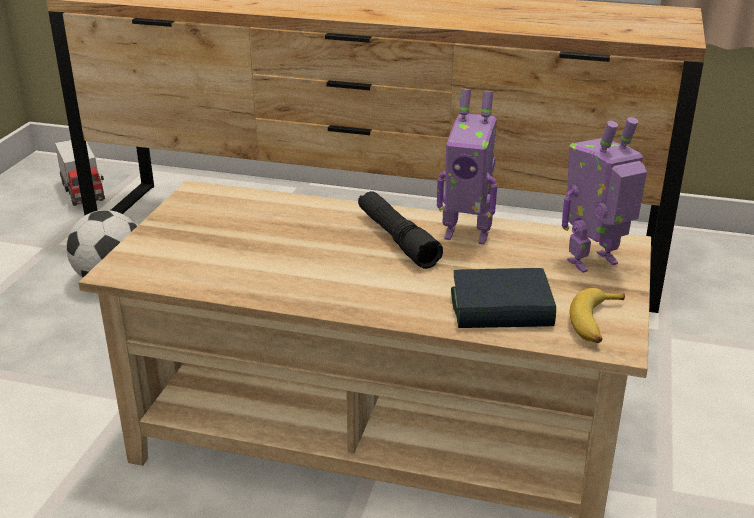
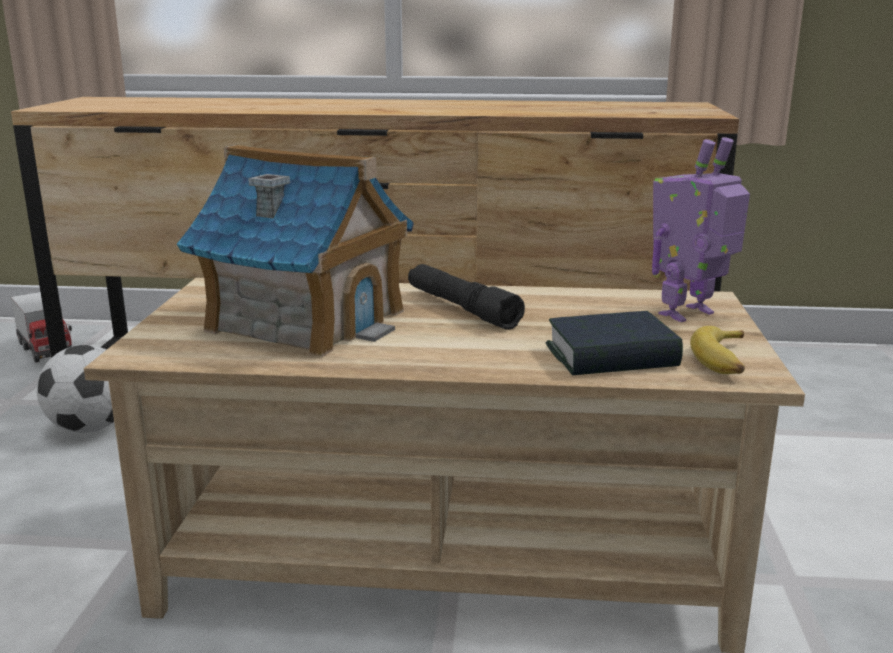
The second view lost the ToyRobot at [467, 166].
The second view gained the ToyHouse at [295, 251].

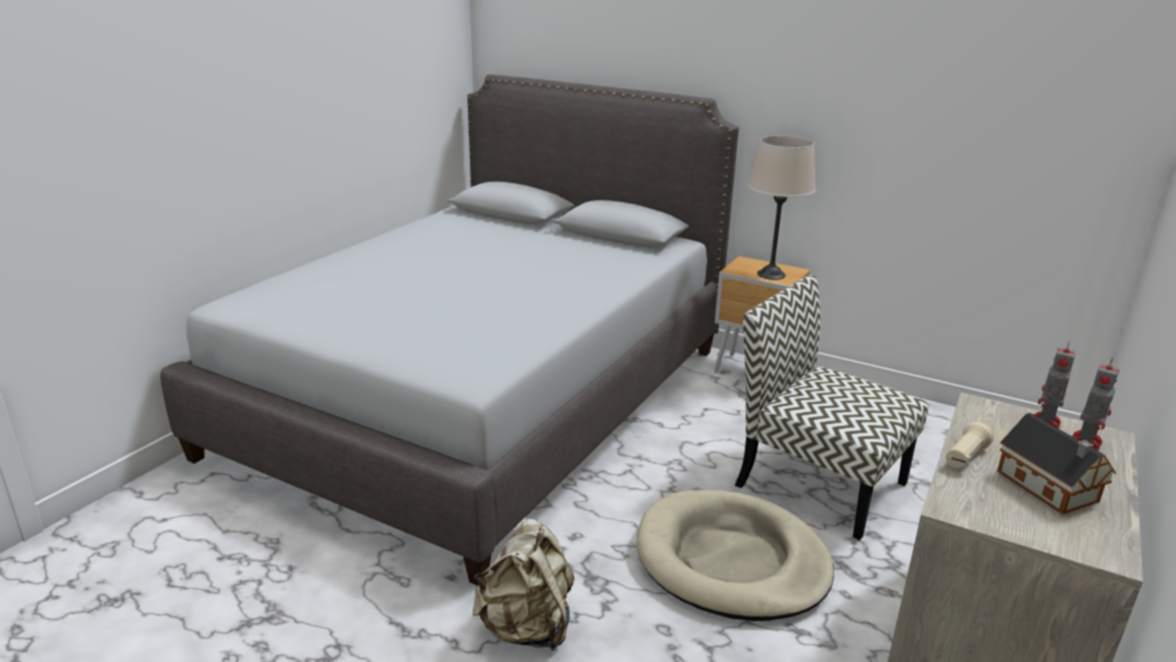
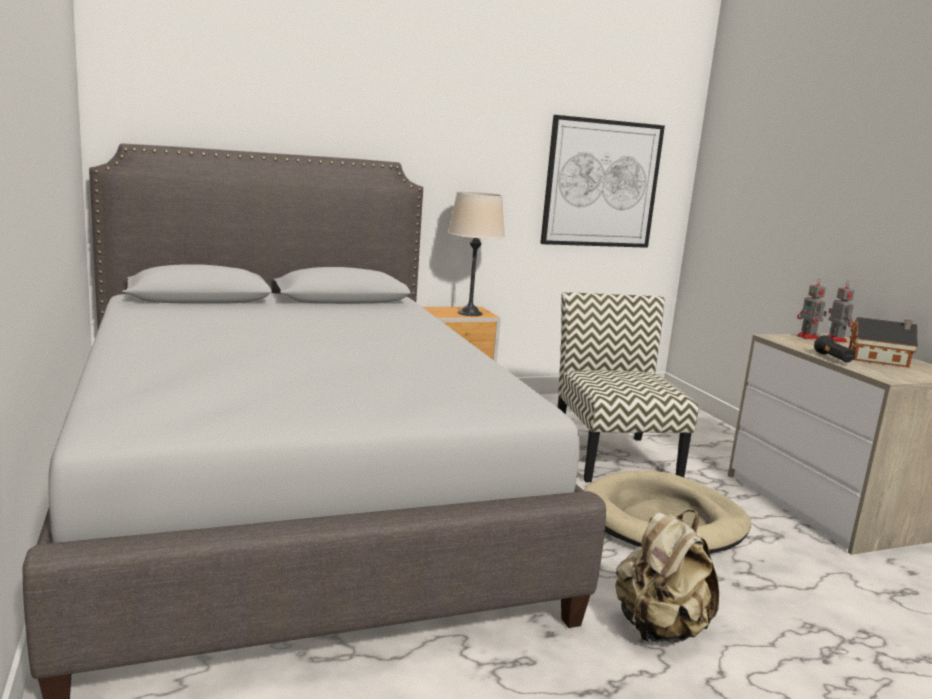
The Chair at [831, 407] ended up facing another way, 90 degrees clockwise from before.
What was the BeigeFlashlight at [970, 445] turned into the BlackFlashlight at [835, 348].
The second view gained the Picture at [602, 181].

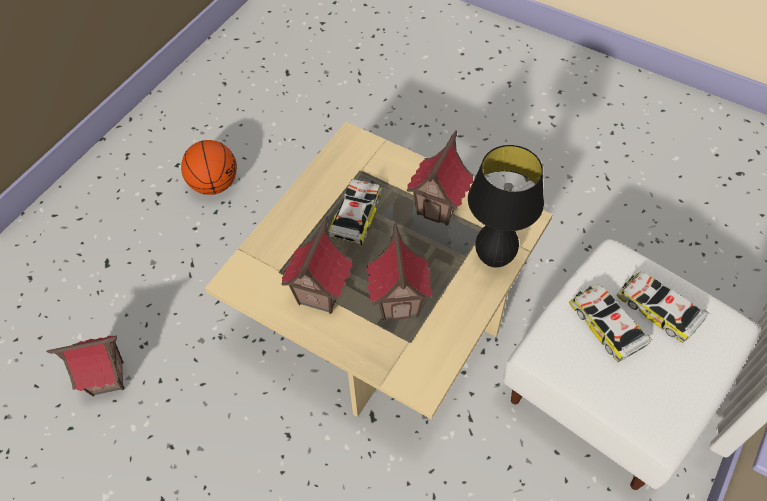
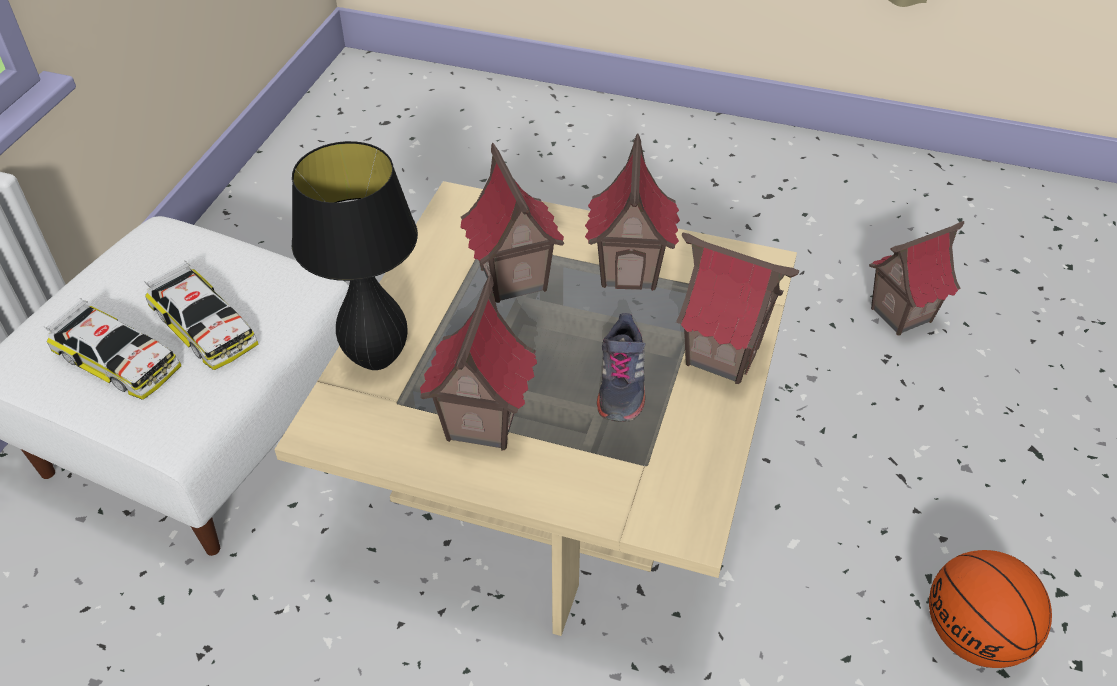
Where the ToyCar stood at [355, 211], the GreyShoe came to stand at [621, 367].
The second view gained the ToyHouse at [737, 308].

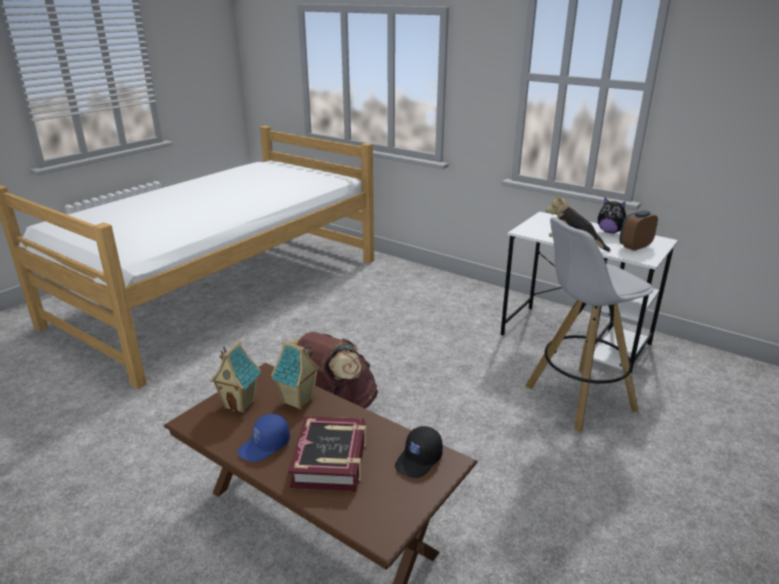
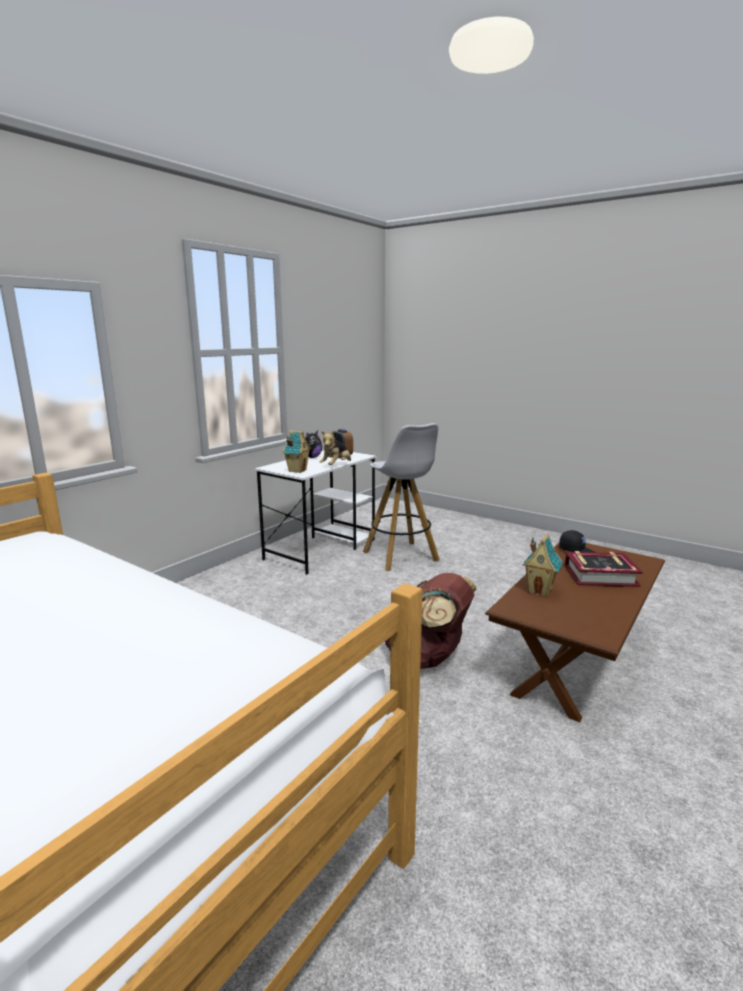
The ToyHouse ended up elsewhere, having gone from [235, 377] to [296, 451].
The second view lost the BlueCap at [264, 438].

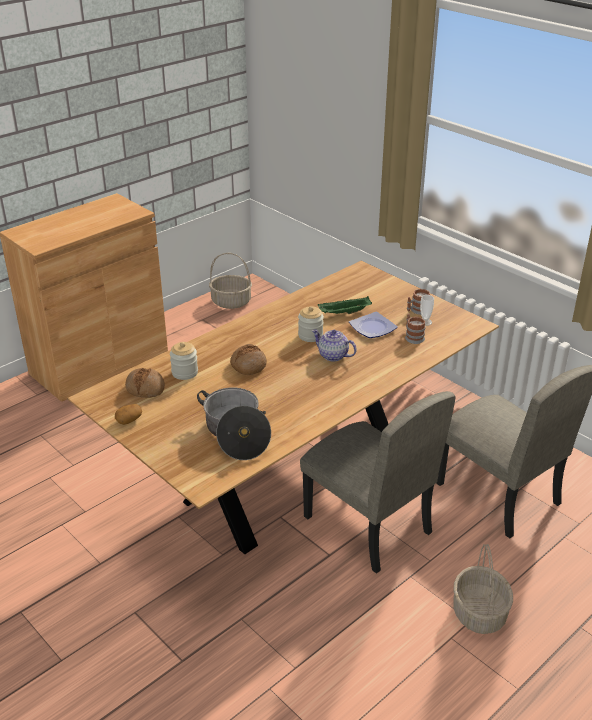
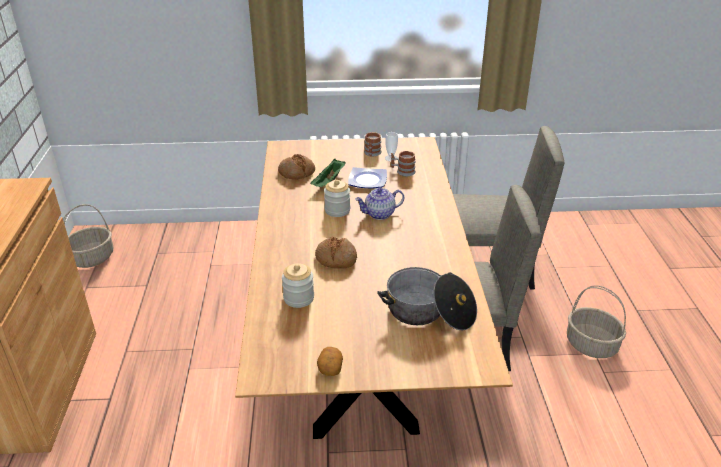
The Bread ended up elsewhere, having gone from [145, 383] to [296, 167].

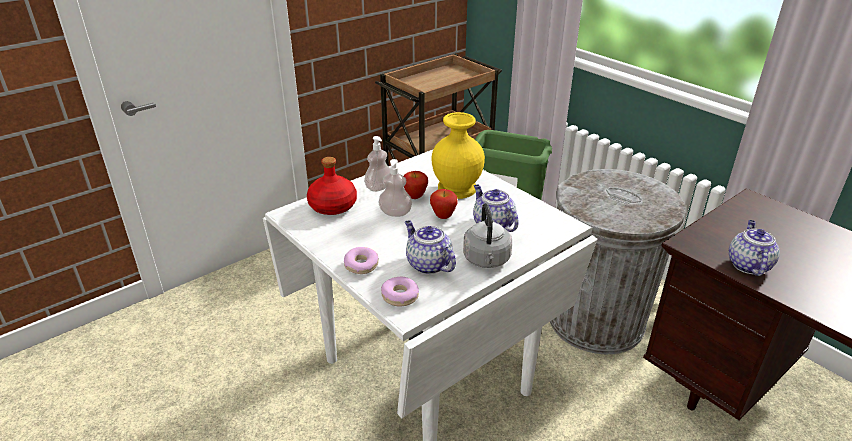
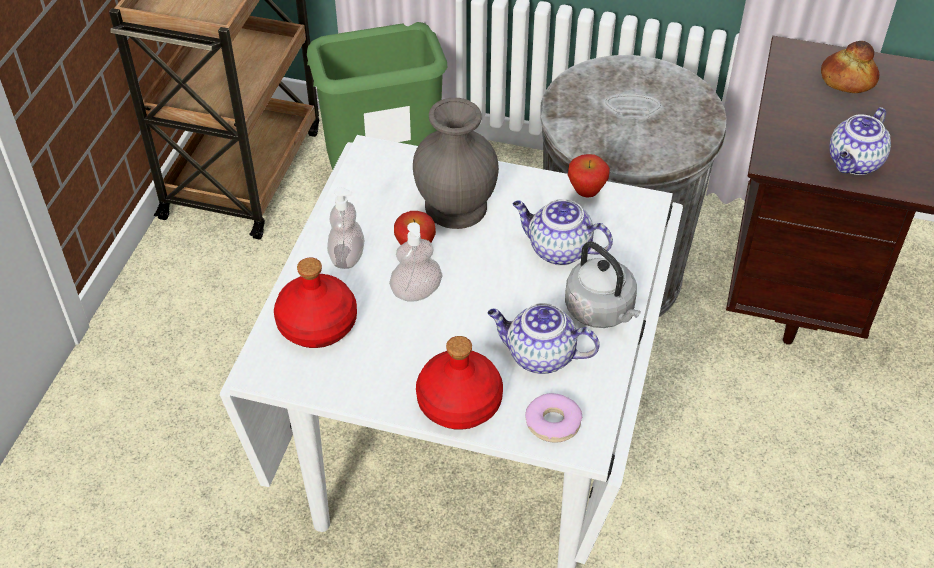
Where the Donut stood at [361, 260], the RedBottle came to stand at [459, 383].
The Apple ended up elsewhere, having gone from [443, 204] to [589, 176].
What was the YellowVase at [458, 155] turned into the GreyVase at [456, 163].
The Teapot at [754, 248] ended up facing another way, 120 degrees counterclockwise from before.
The second view gained the Bread at [850, 67].

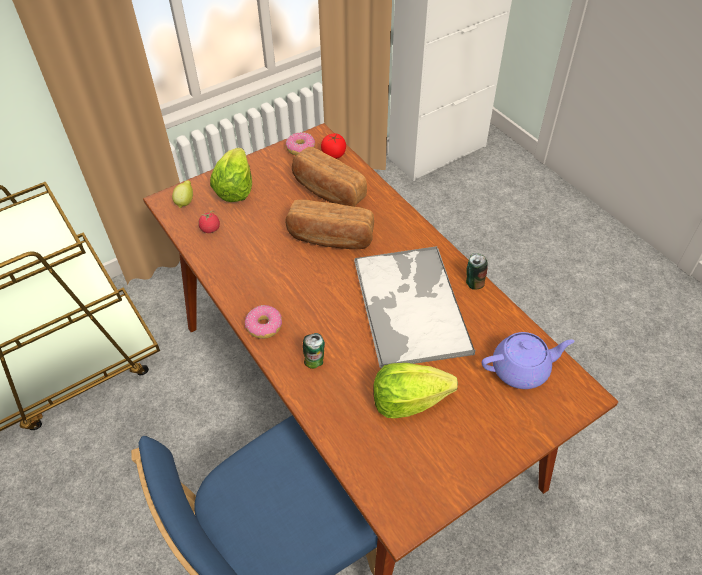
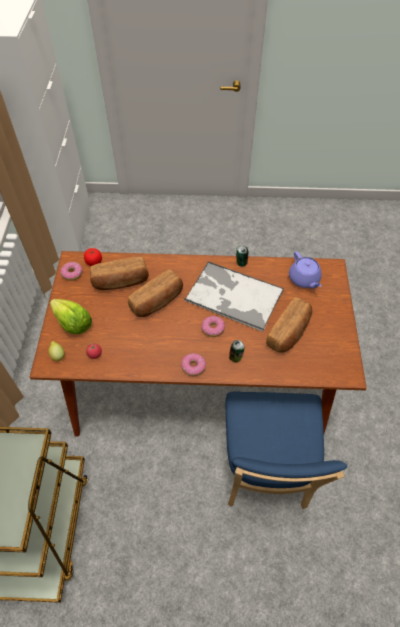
Where the Lettuce stood at [415, 390], the Bread came to stand at [289, 325].
The PurpleTeapot at [528, 360] ended up facing another way, 135 degrees clockwise from before.
The second view gained the Donut at [213, 326].

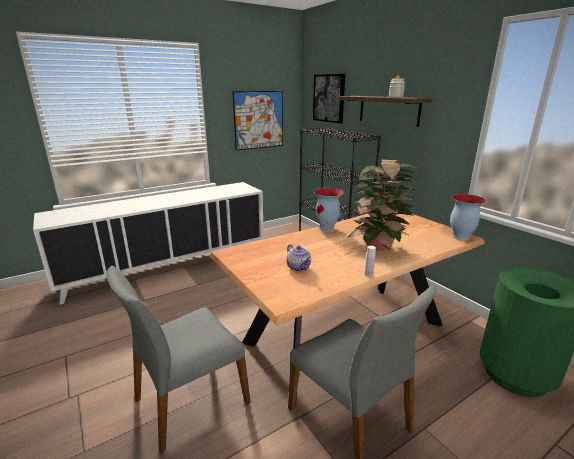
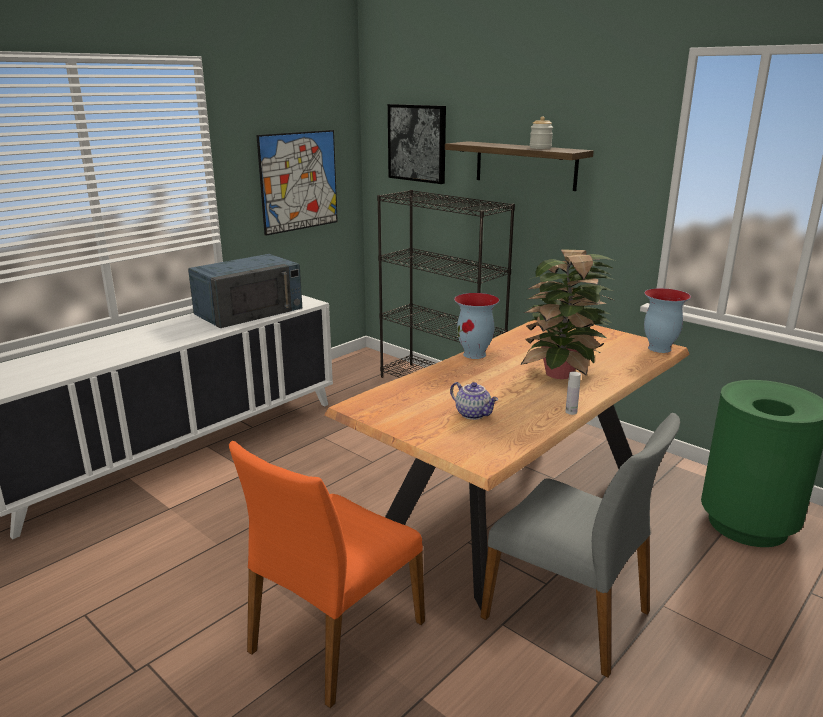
What was the GreyChair at [178, 359] turned into the OrangeChair at [327, 574].
The second view gained the BlueMicrowave at [245, 291].

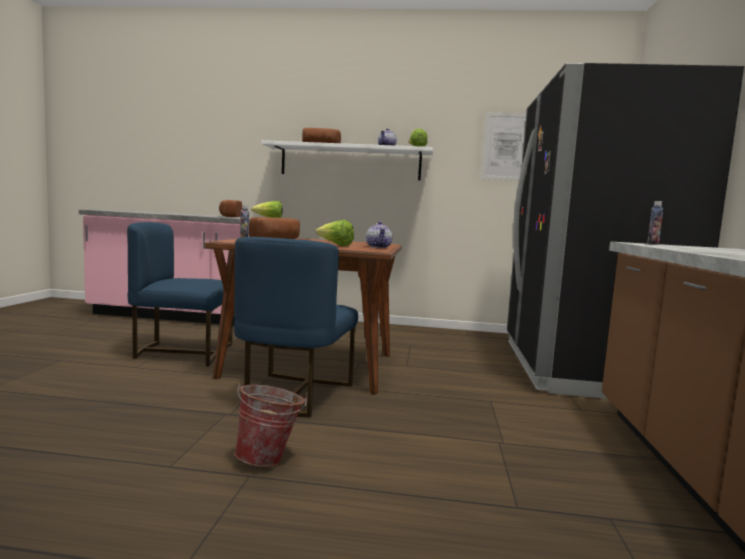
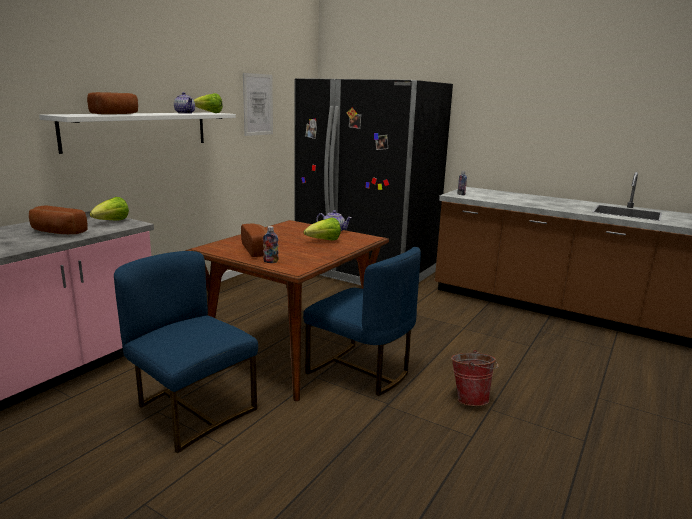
The BlueChair at [180, 294] ended up facing another way, 105 degrees clockwise from before.

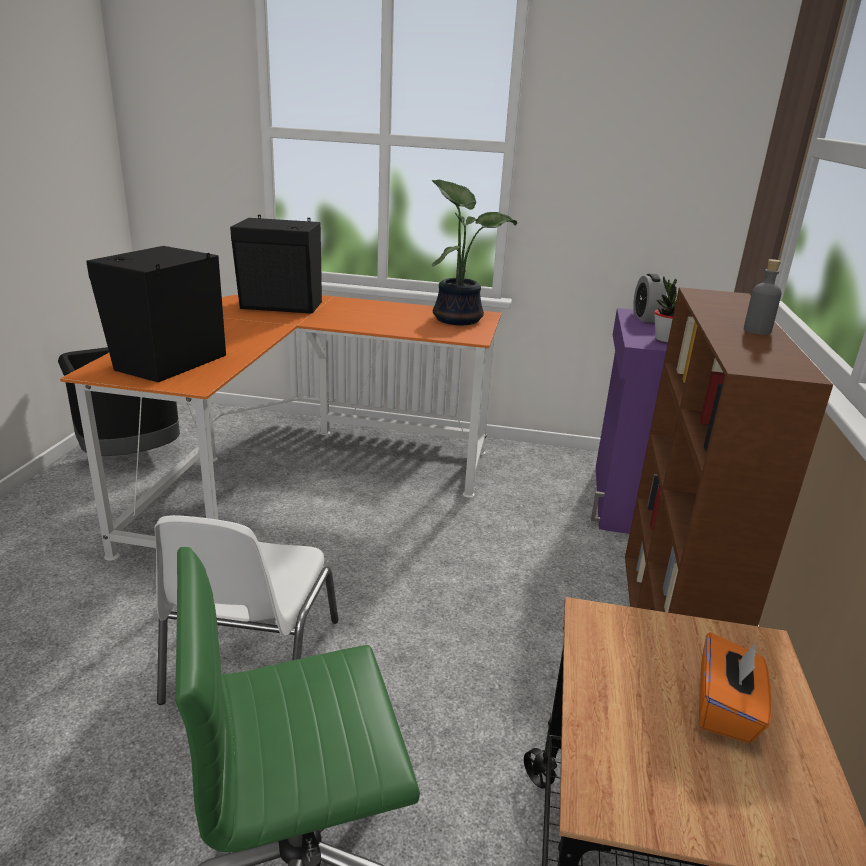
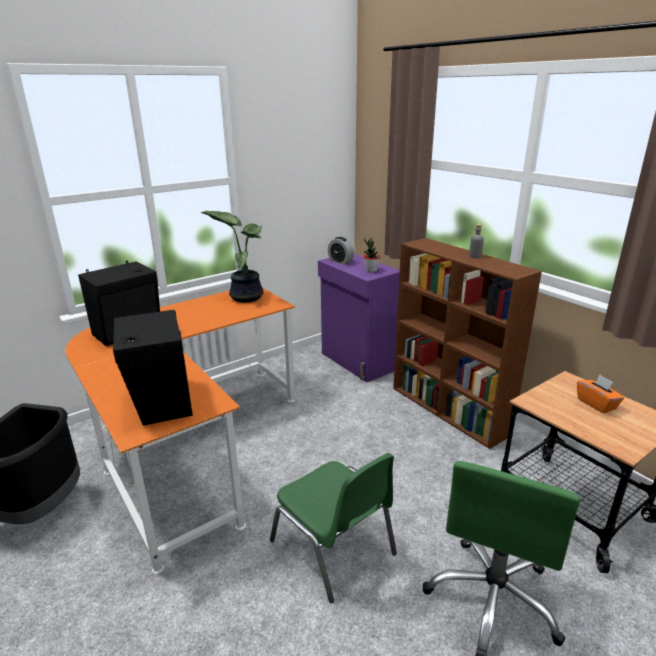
What was the WhiteChair at [246, 610] turned into the GreenChair at [333, 528].

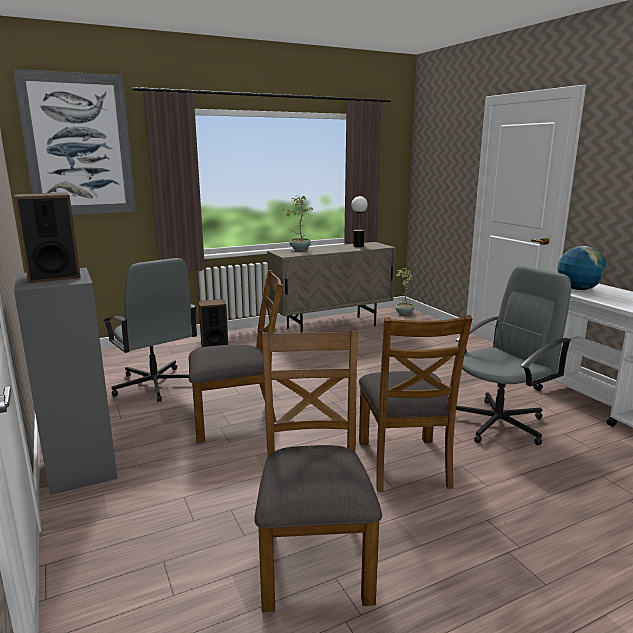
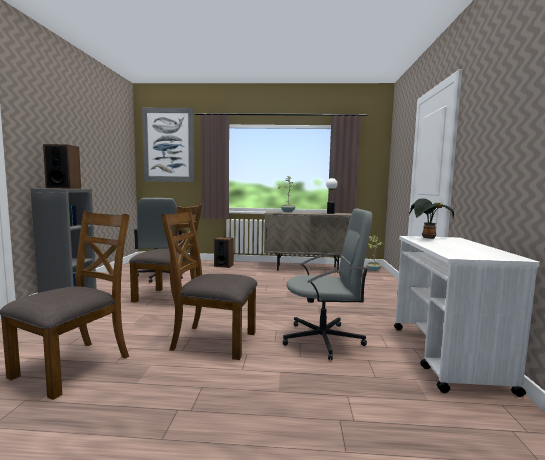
The BrownChair at [415, 403] ended up facing another way, 75 degrees clockwise from before.
Where the Globe stood at [582, 268], the PottedPlant came to stand at [431, 218].

